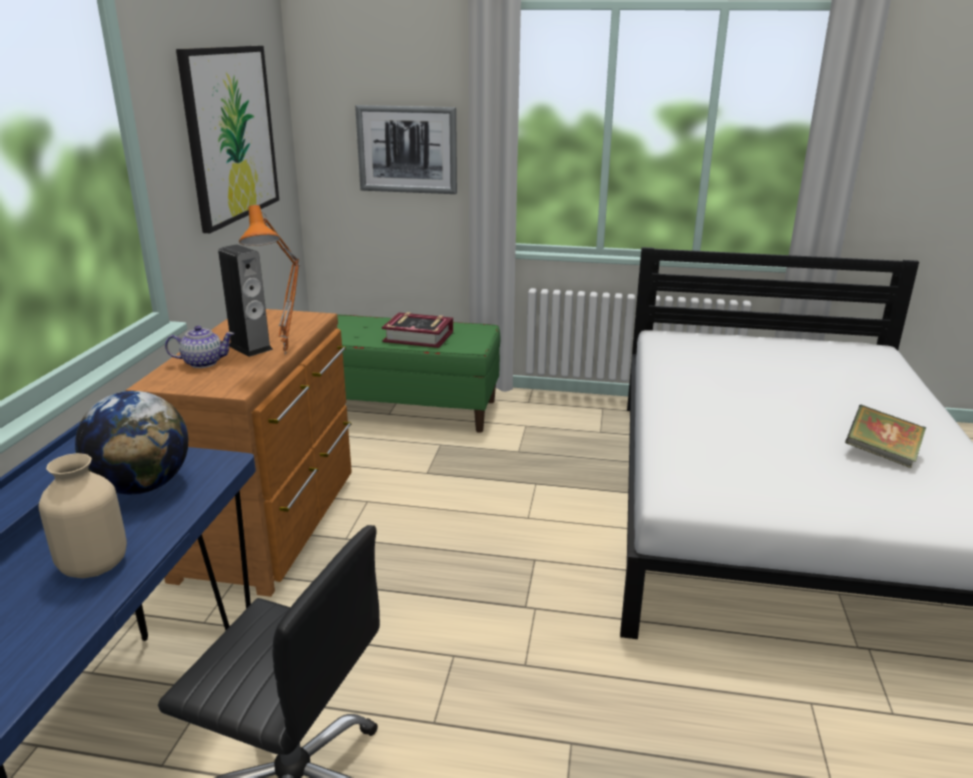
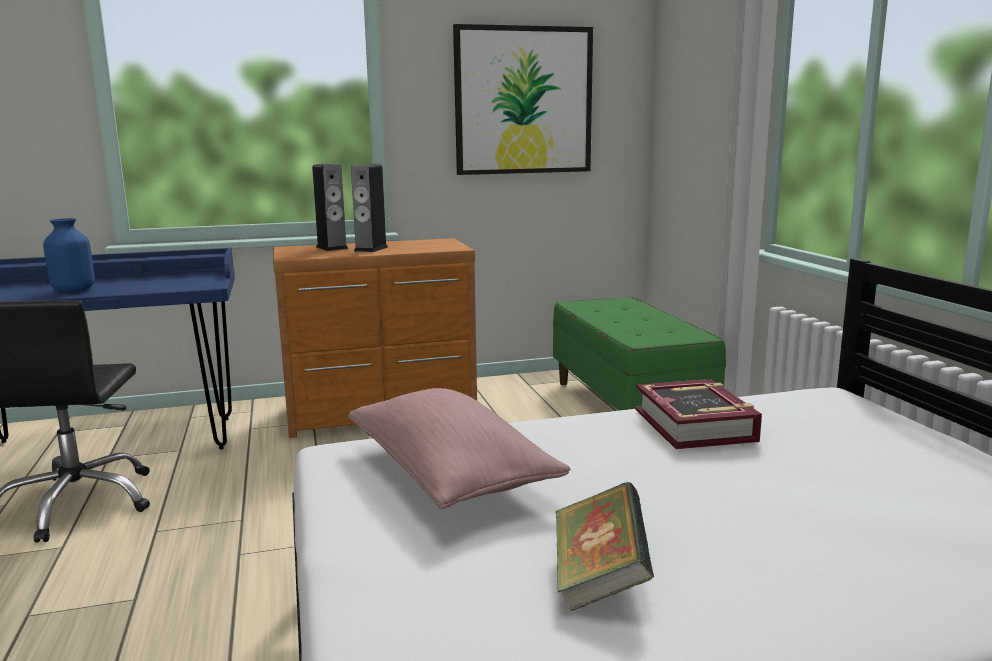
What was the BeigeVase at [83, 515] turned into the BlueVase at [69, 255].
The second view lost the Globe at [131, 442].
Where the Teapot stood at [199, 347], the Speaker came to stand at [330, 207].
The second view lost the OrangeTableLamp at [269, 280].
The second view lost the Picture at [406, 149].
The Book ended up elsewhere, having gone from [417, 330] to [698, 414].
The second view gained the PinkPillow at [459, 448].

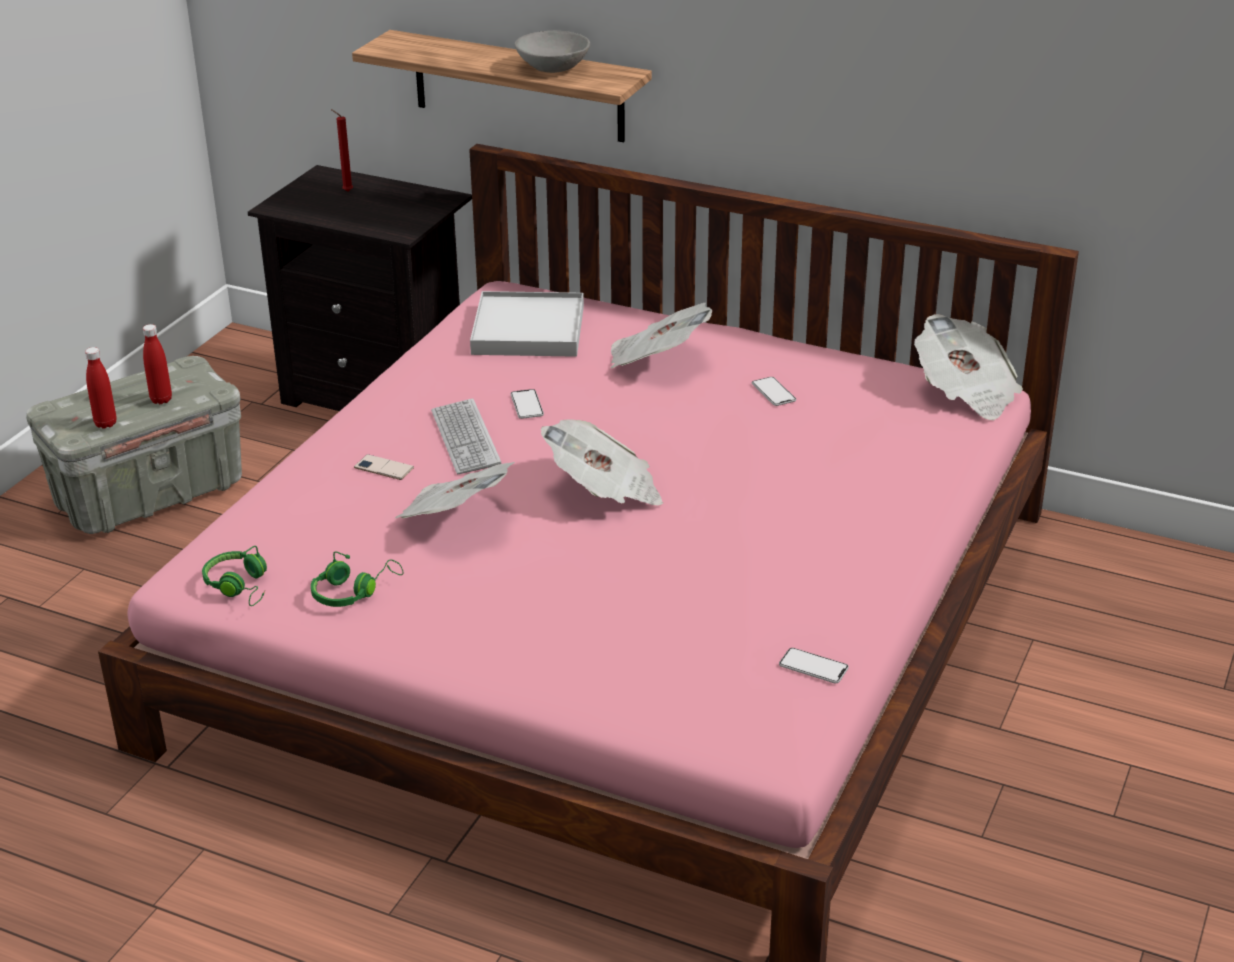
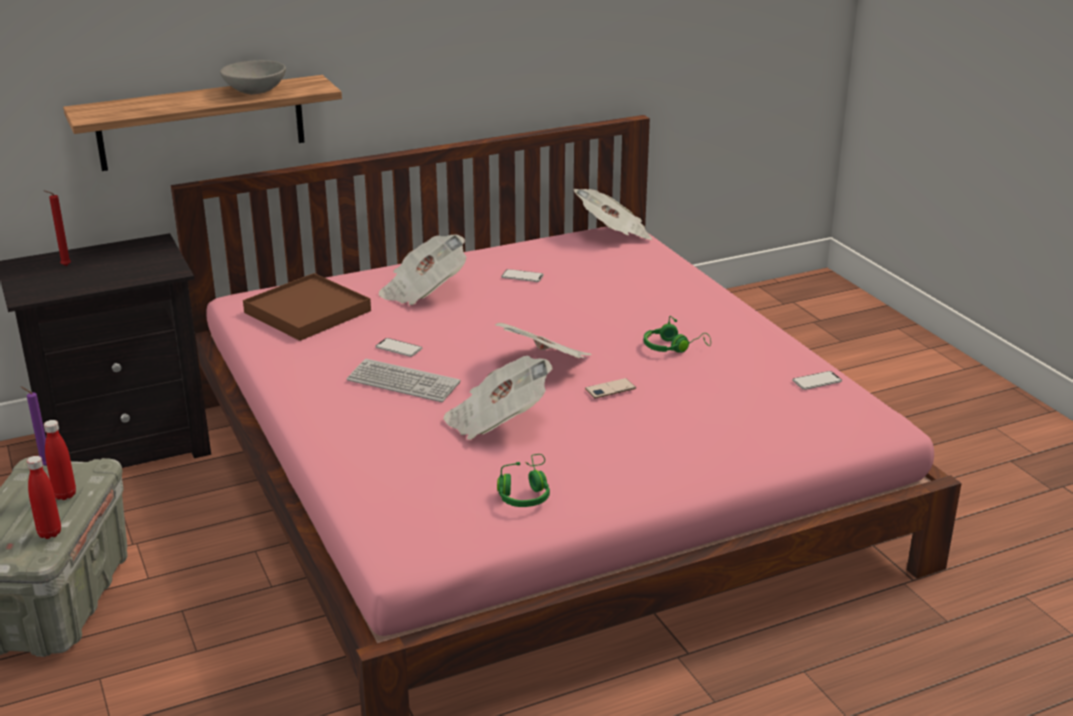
The GreenHeadphones ended up elsewhere, having gone from [234, 576] to [677, 334].
The Phone ended up elsewhere, having gone from [384, 467] to [610, 388].
What was the WhiteTray at [527, 324] turned into the BrownTray at [307, 307].
The second view gained the PurpleCandle at [33, 426].

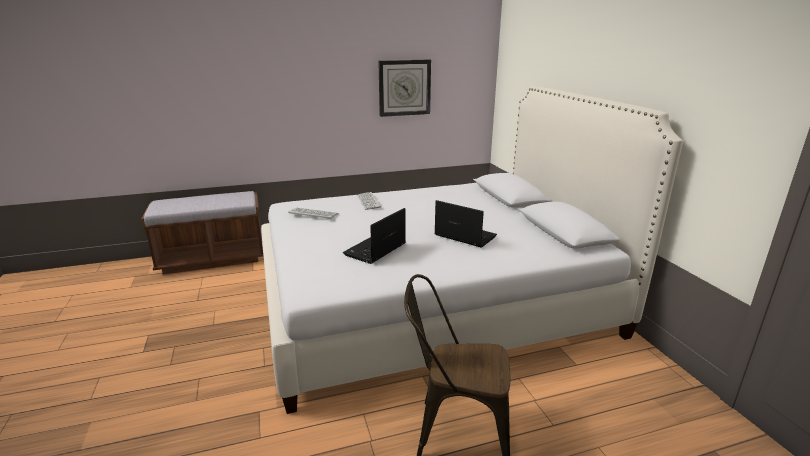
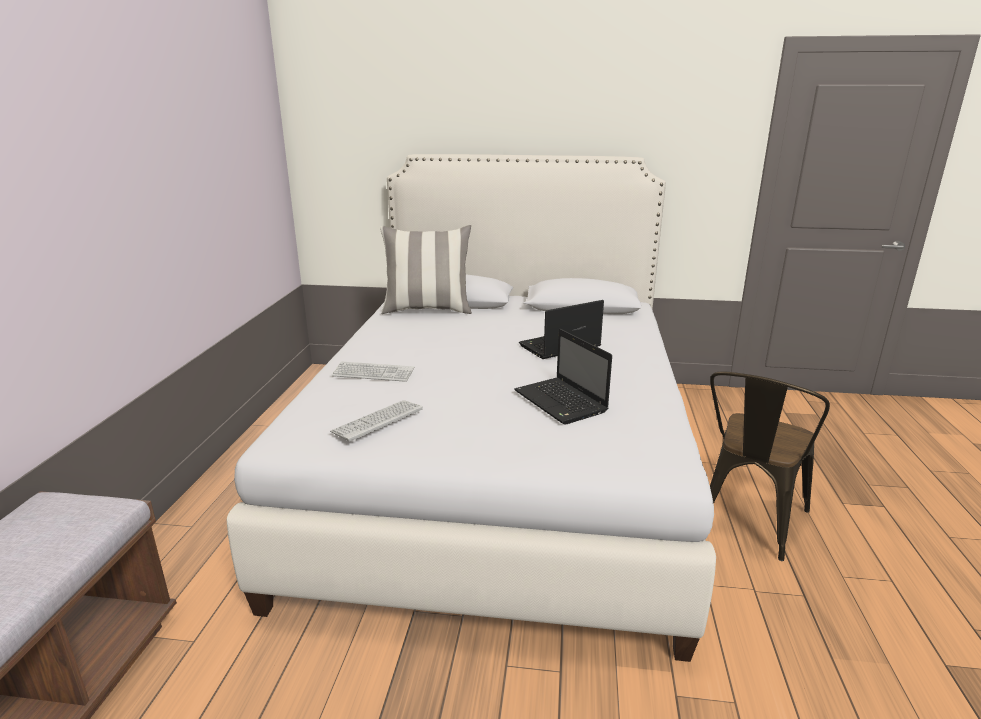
The second view lost the WallClock at [404, 88].
The second view gained the Pillow at [426, 269].

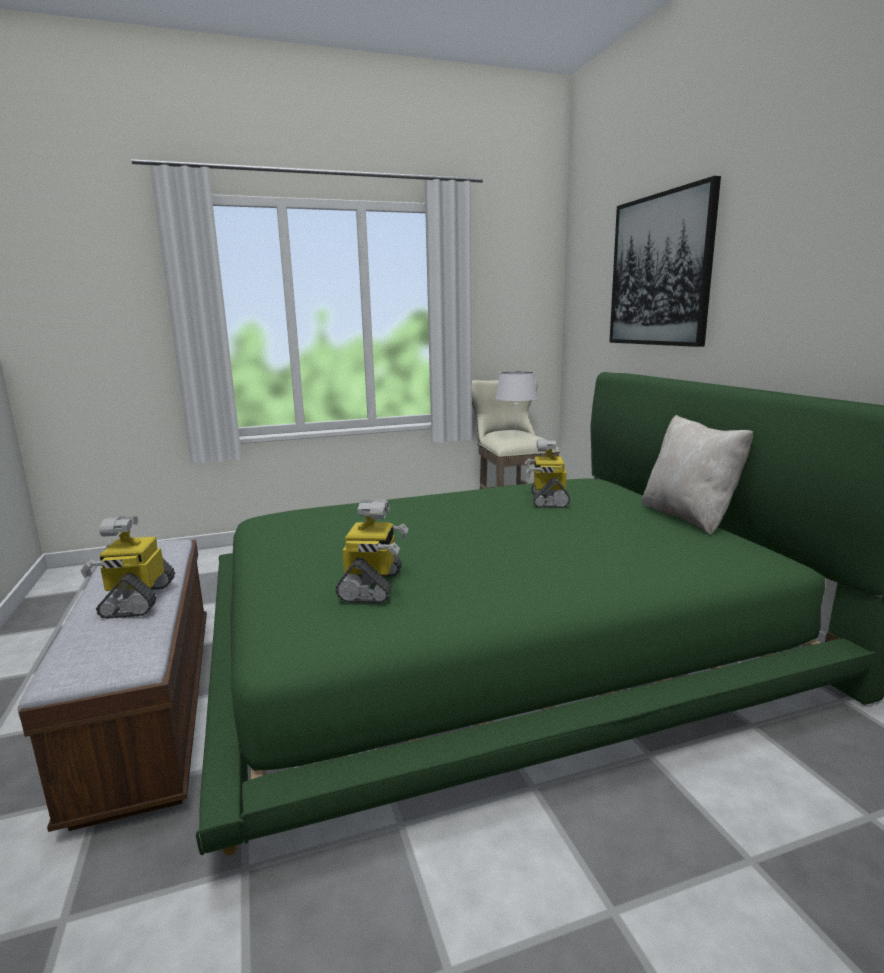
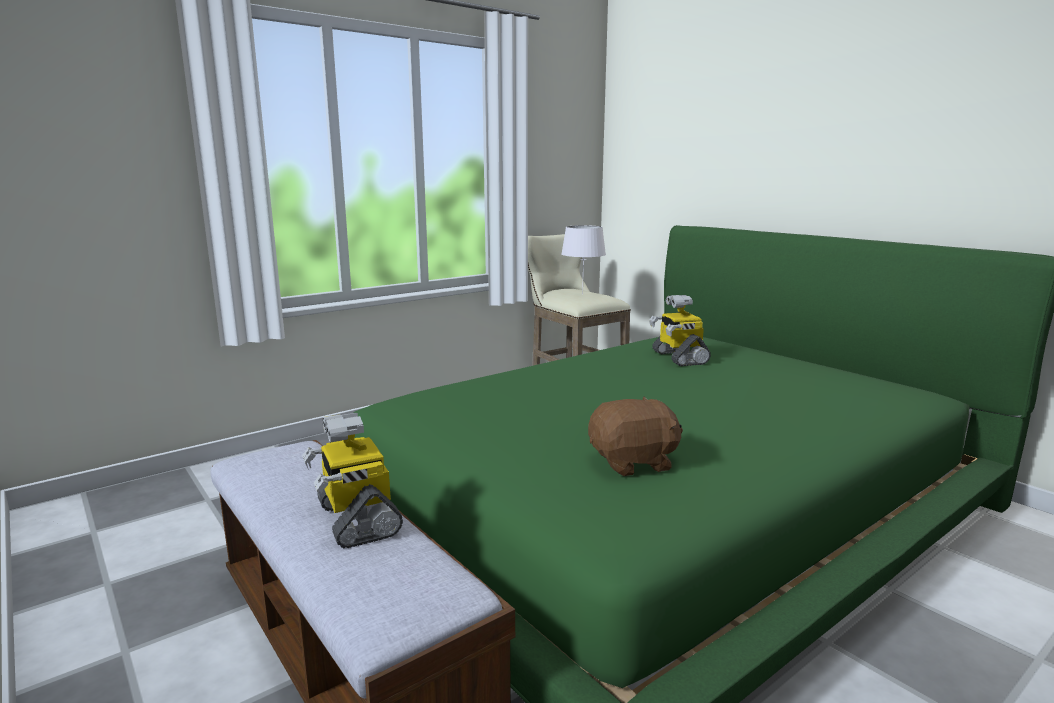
Where the ToyRobot stood at [372, 552], the BrownPlushToy came to stand at [635, 436].
The second view lost the Picture at [665, 261].
The second view lost the BeigePillow at [697, 475].

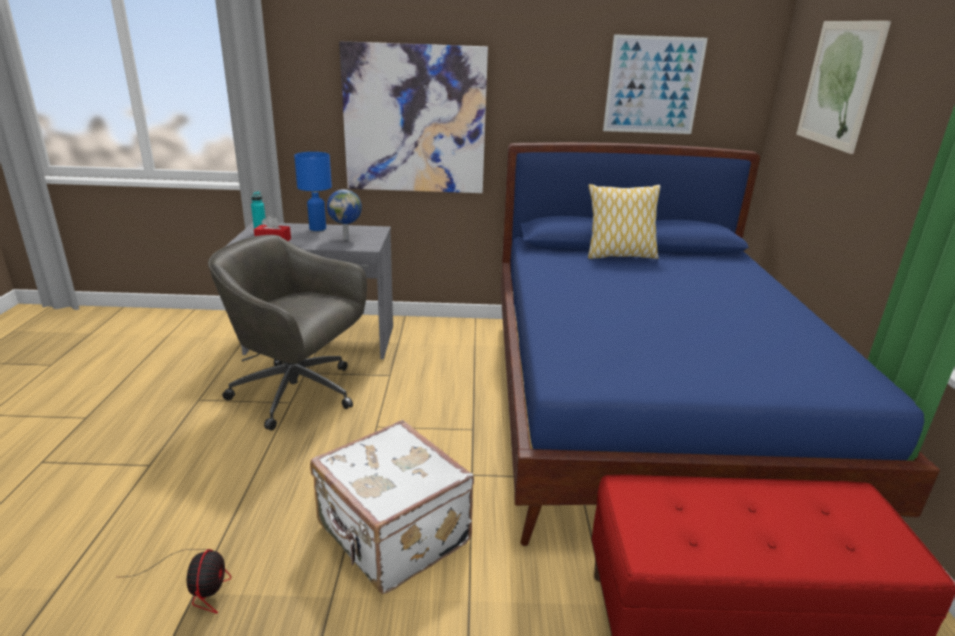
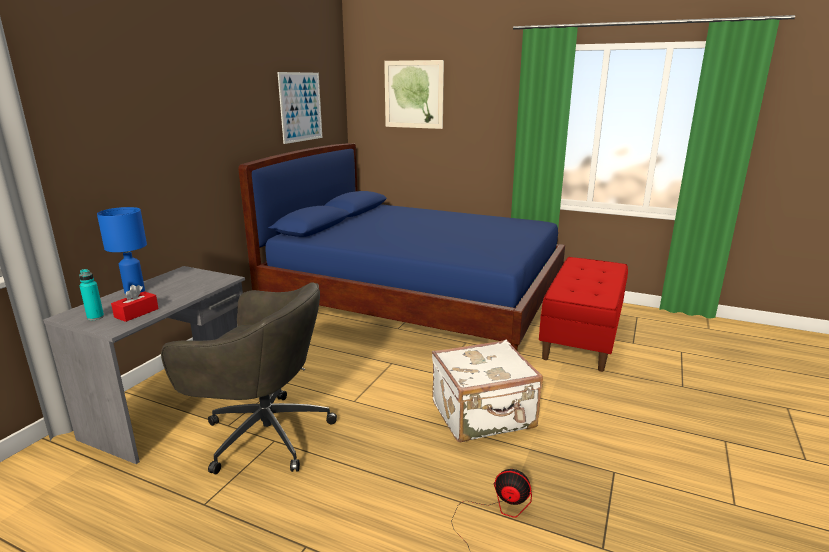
The GreyOfficeChair at [287, 333] ended up facing another way, 120 degrees counterclockwise from before.
The second view lost the Globe at [344, 214].
The second view lost the Picture at [413, 117].
The second view lost the Pillow at [624, 221].

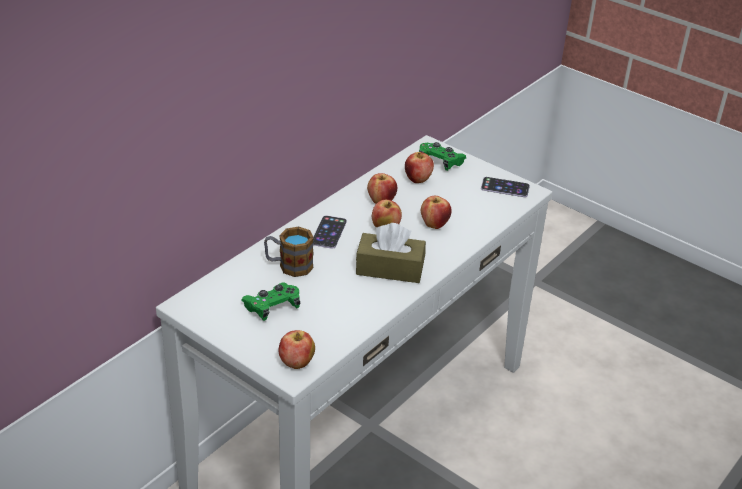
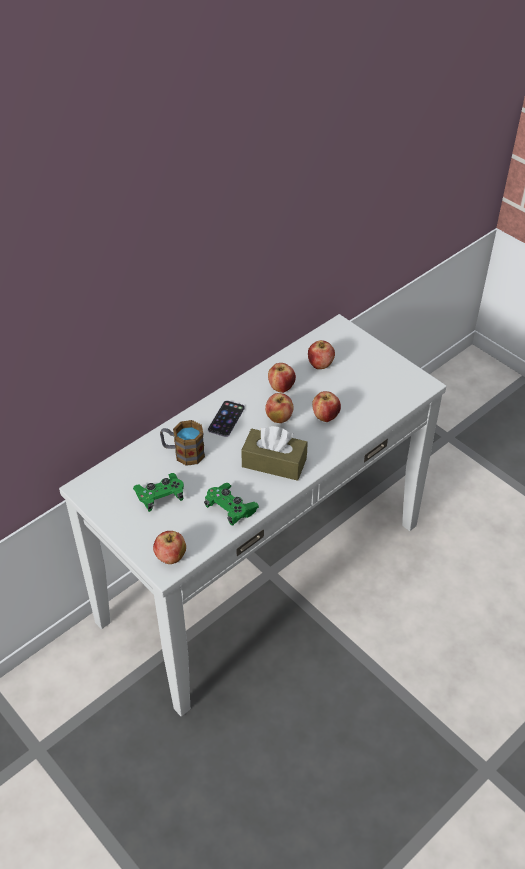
The GreenGameController ended up elsewhere, having gone from [442, 156] to [231, 504].
The second view lost the Phone at [505, 187].

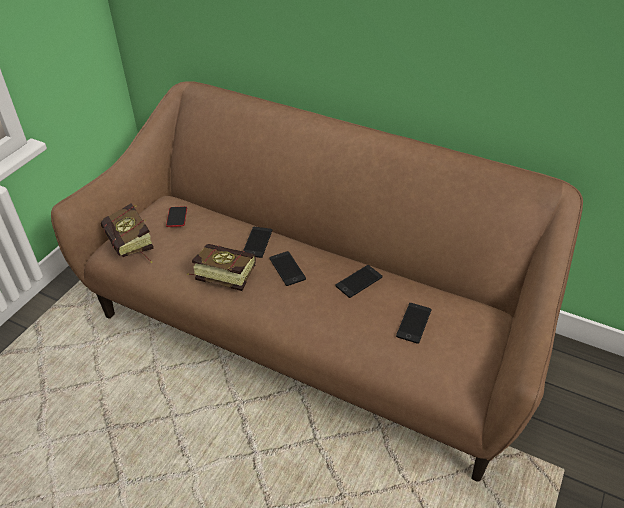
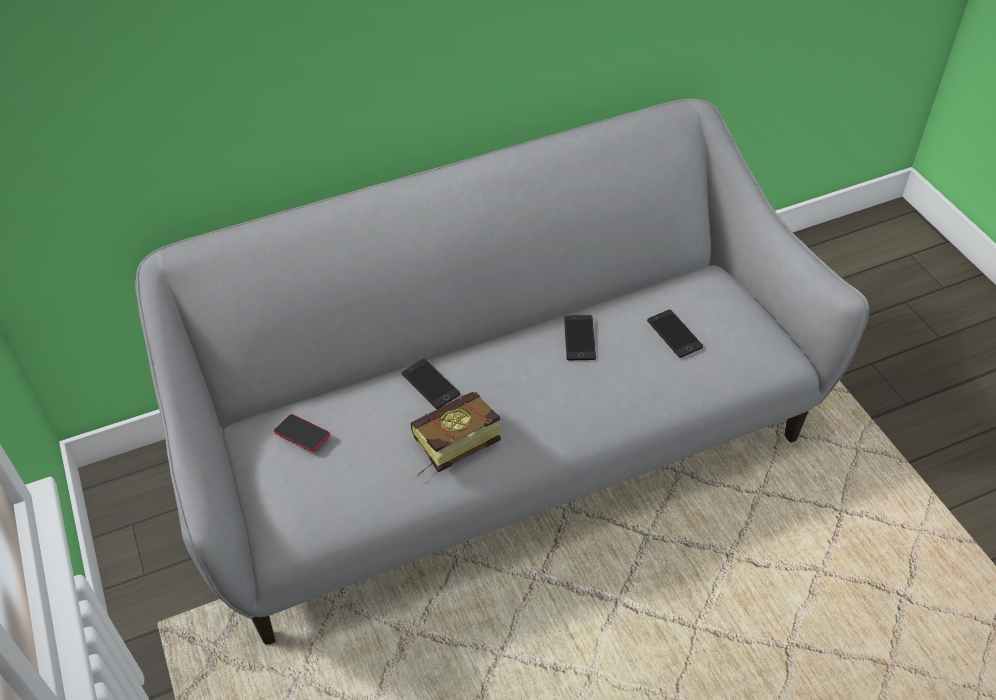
What was the BrownSofa at [317, 281] turned into the GreySofa at [502, 372].
The second view lost the Book at [127, 233].
The second view lost the Phone at [287, 268].

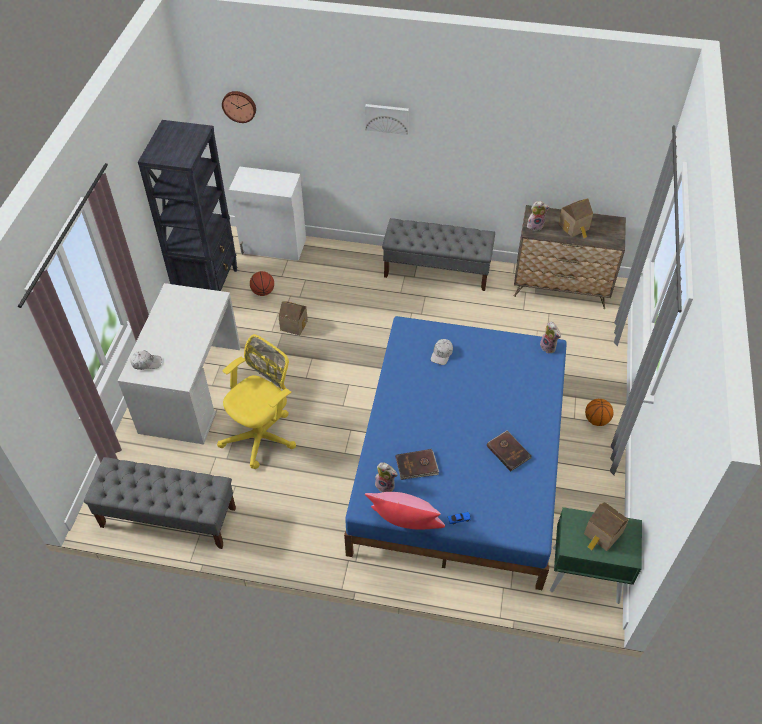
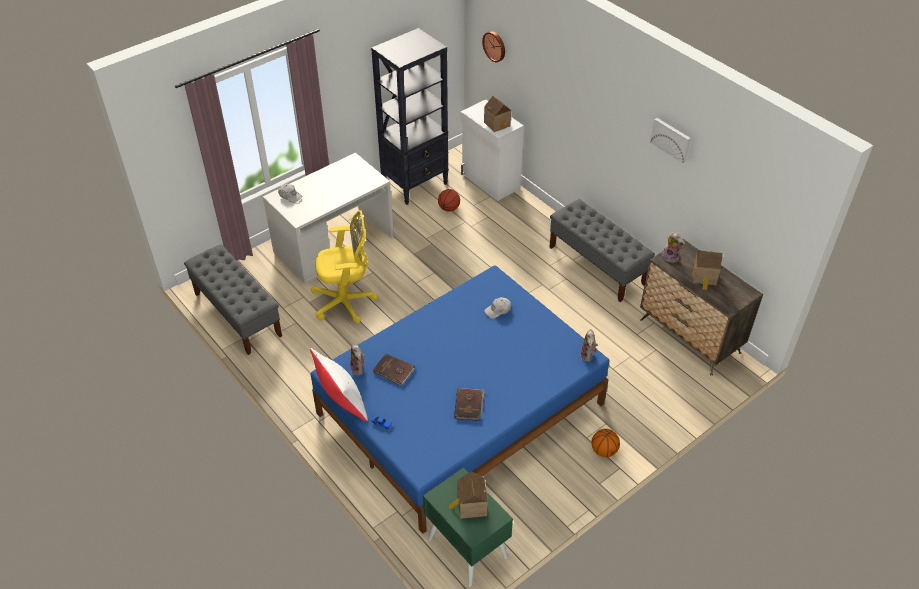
The ToyHouse ended up elsewhere, having gone from [293, 318] to [498, 114].
The Picture ended up elsewhere, having gone from [387, 119] to [670, 140].
What was the PinkPillow at [405, 511] turned into the WhitePillow at [339, 384].

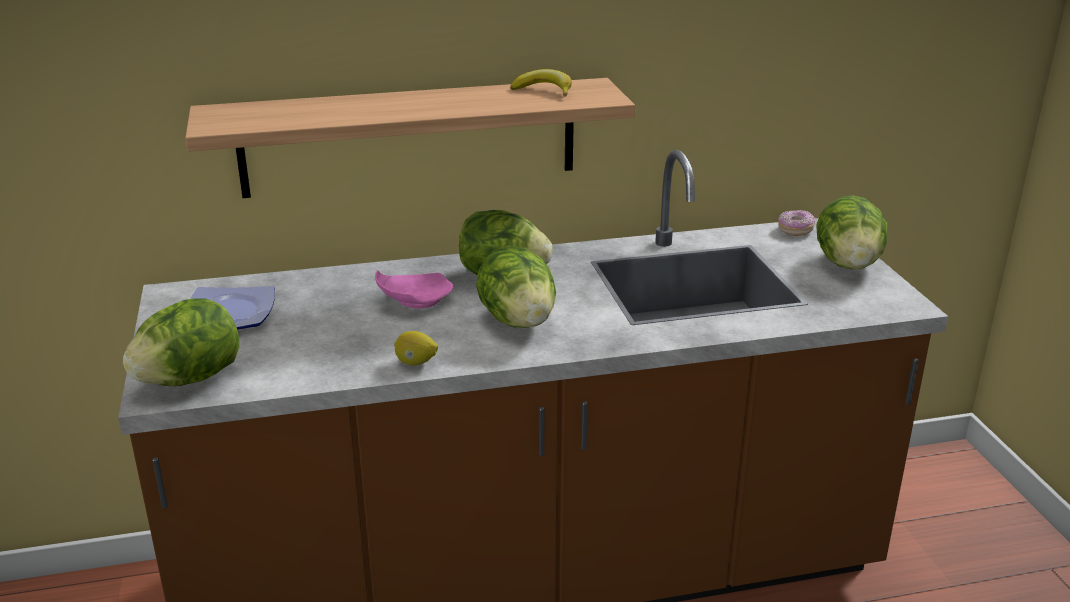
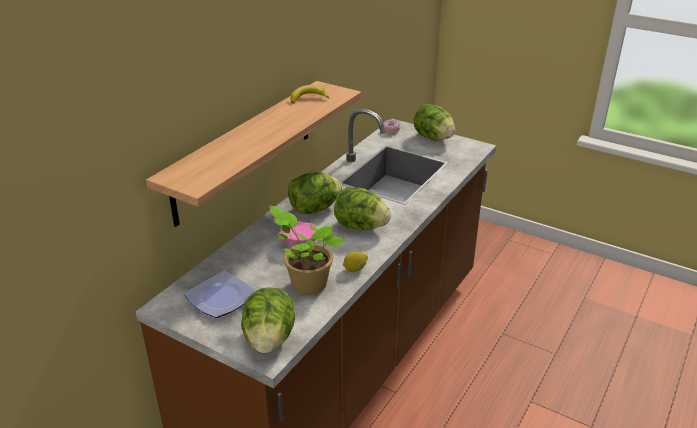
The second view gained the PottedPlant at [307, 250].

